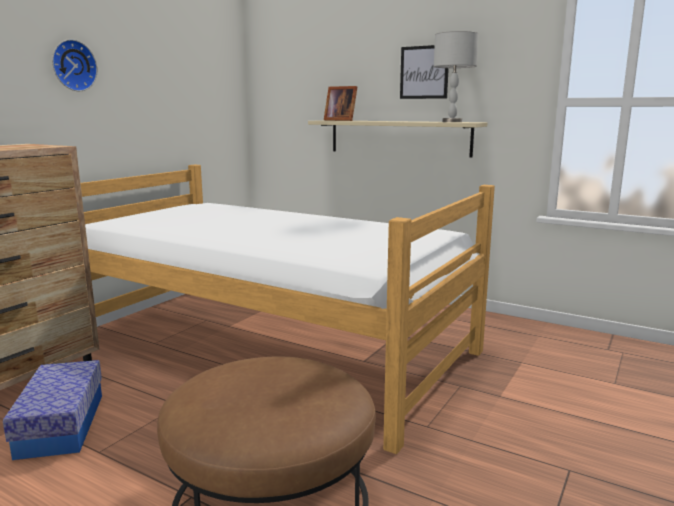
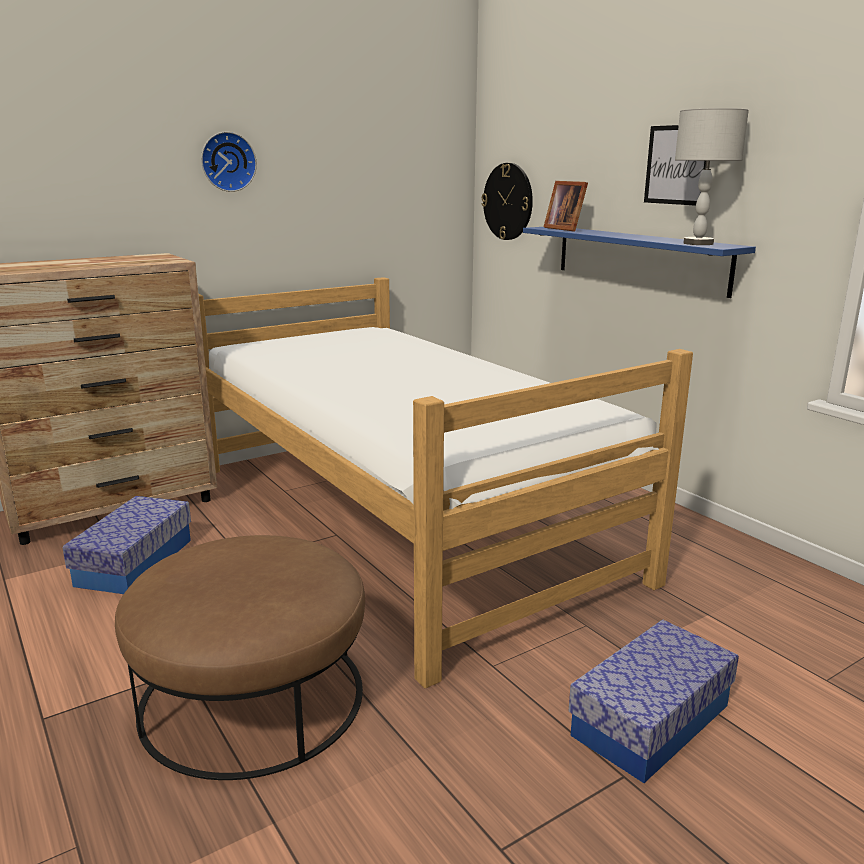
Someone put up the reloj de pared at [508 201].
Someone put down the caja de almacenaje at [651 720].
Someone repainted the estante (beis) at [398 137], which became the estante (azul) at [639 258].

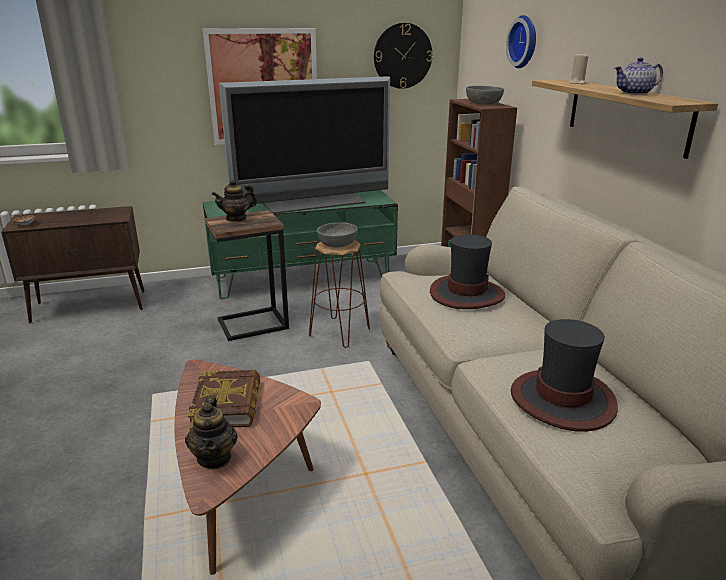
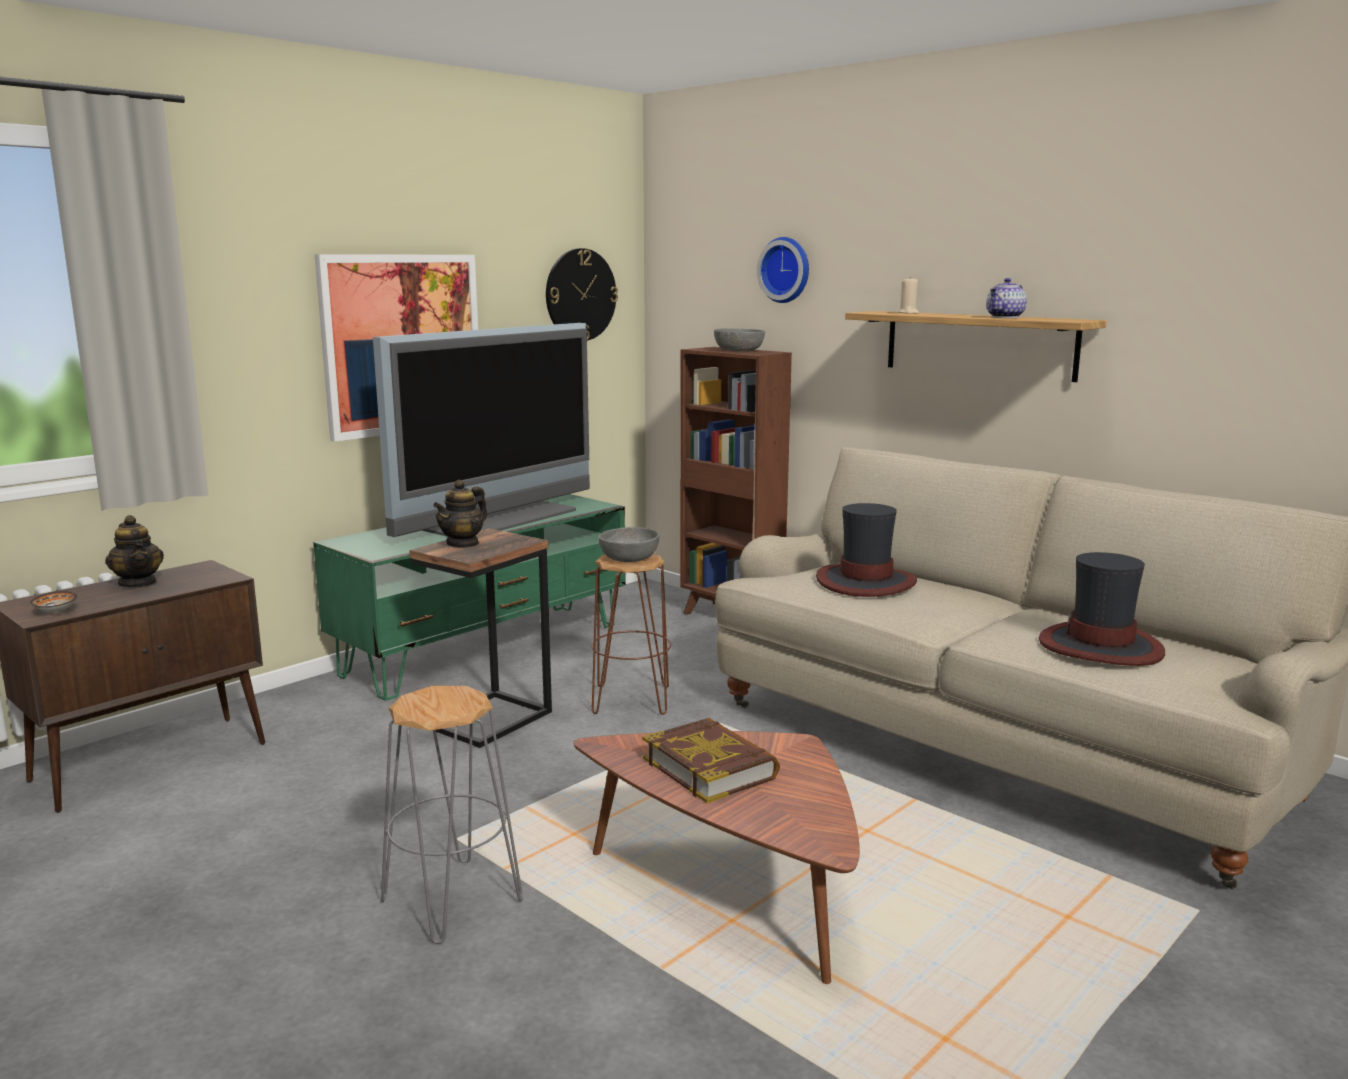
Someone put down the taburete (gris) at [451 900].
Someone carried the tetera from [214 458] to [138 583].

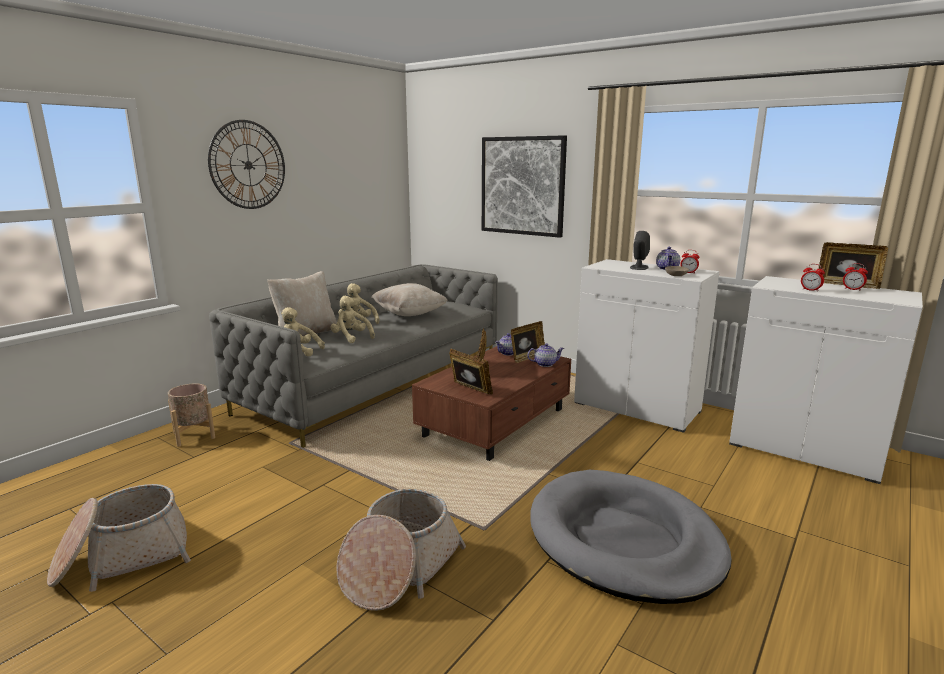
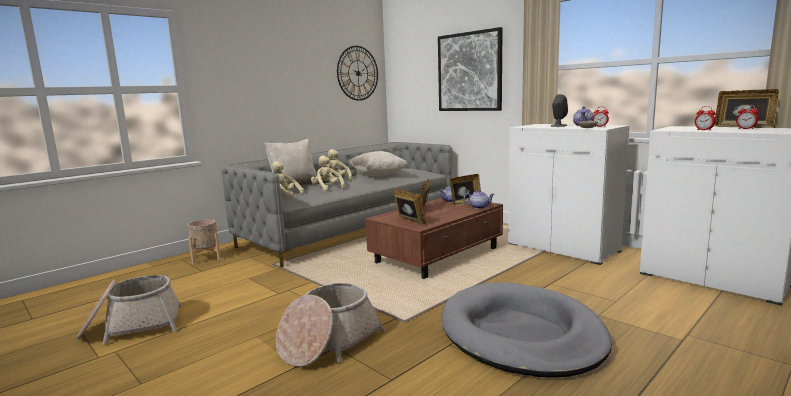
Someone carried the reloj de pared from [248 165] to [358 73].

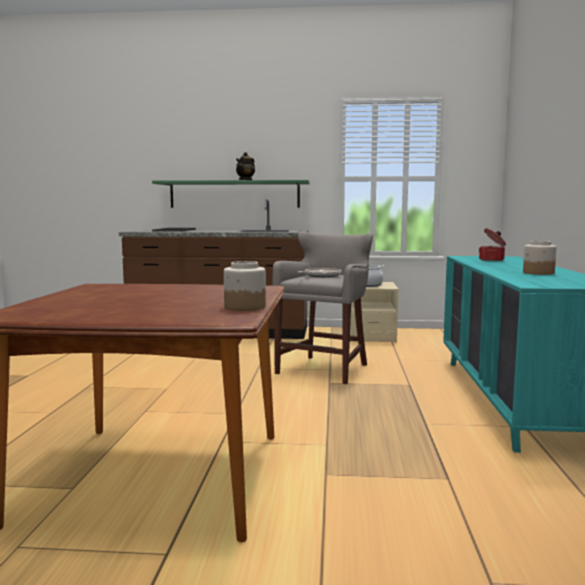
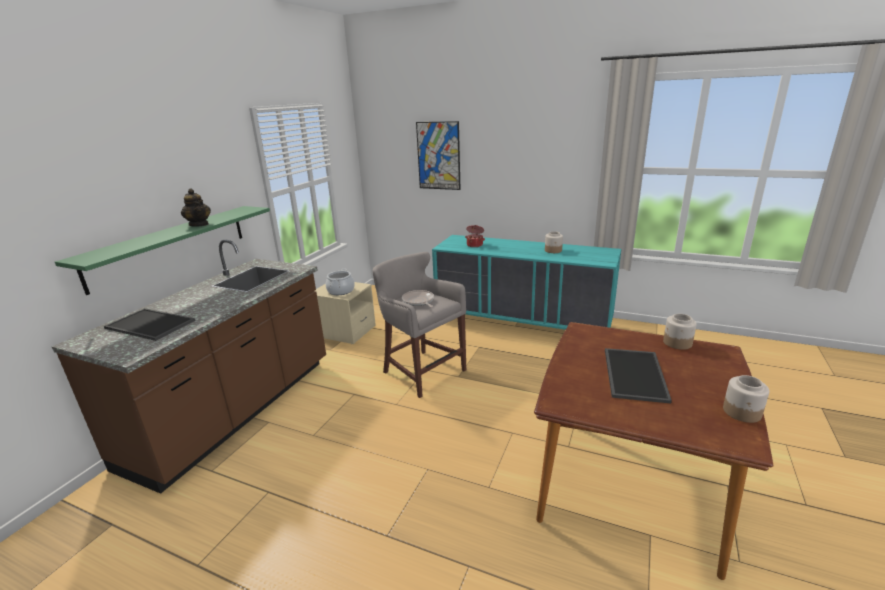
Someone put up the cuadro at [438 156].
Someone put down the bandeja at [633 374].
Someone put down the tarro at [742 412].

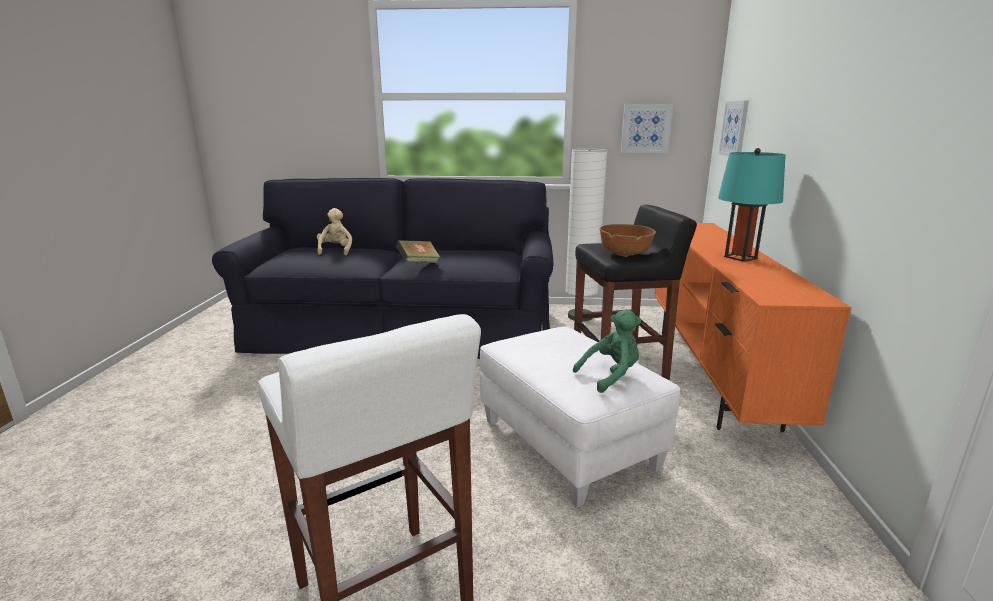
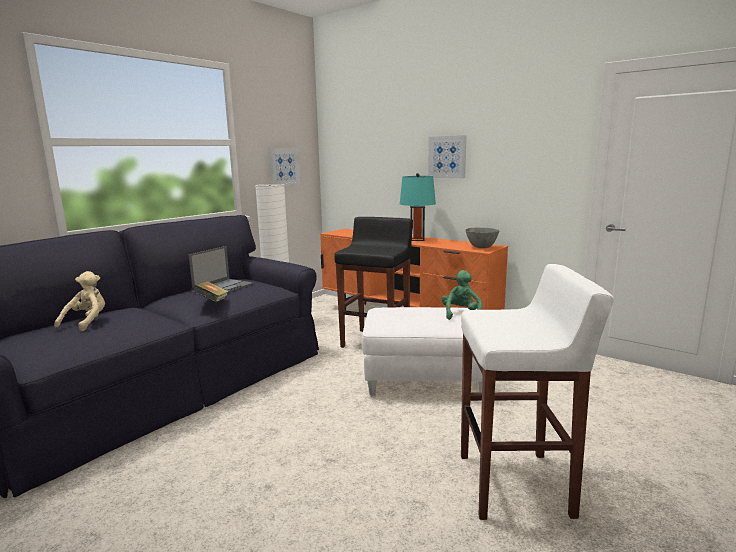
Someone took away the cuenco (marrón) at [625 254].
Someone put down the portátil at [224 287].
Someone put down the cuenco (gris) at [481 247].
Someone carried the cuadro from [734 129] to [447 157].
Someone rotated the peluche (beis) at [336 251] by 75 degrees clockwise.

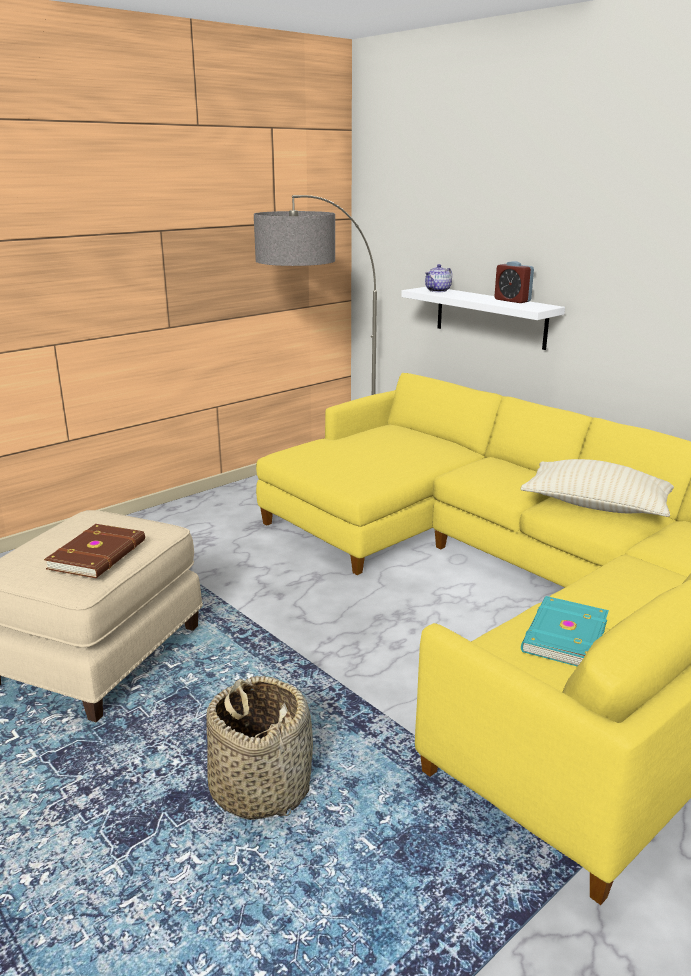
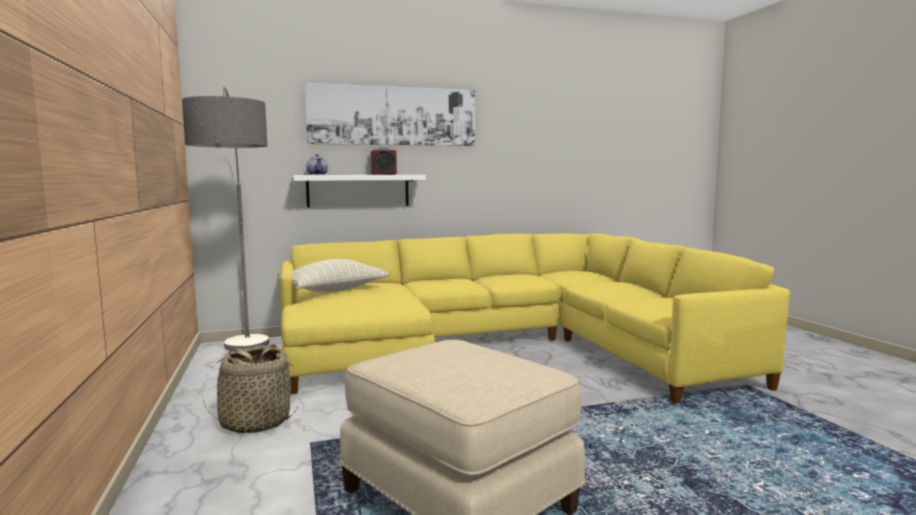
Someone took away the libro (marrón) at [99 554].
Someone took away the libro (turquesa) at [563 635].
Someone put up the cuadro at [393 116].
Someone carried the cesta from [260 786] to [255 422].
Someone carried the cojín (beis) from [596 506] to [335 290].

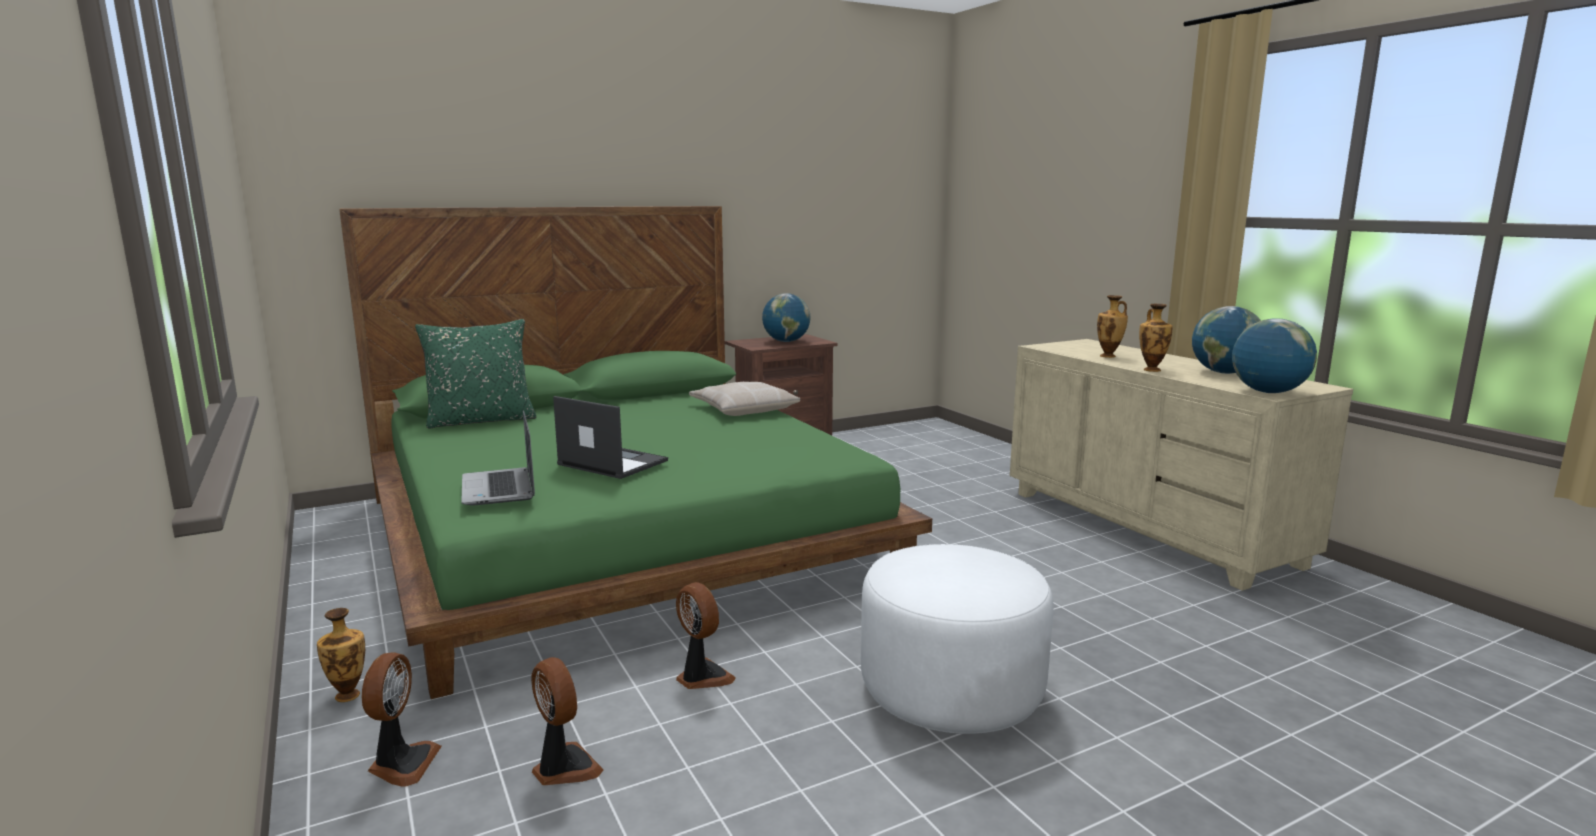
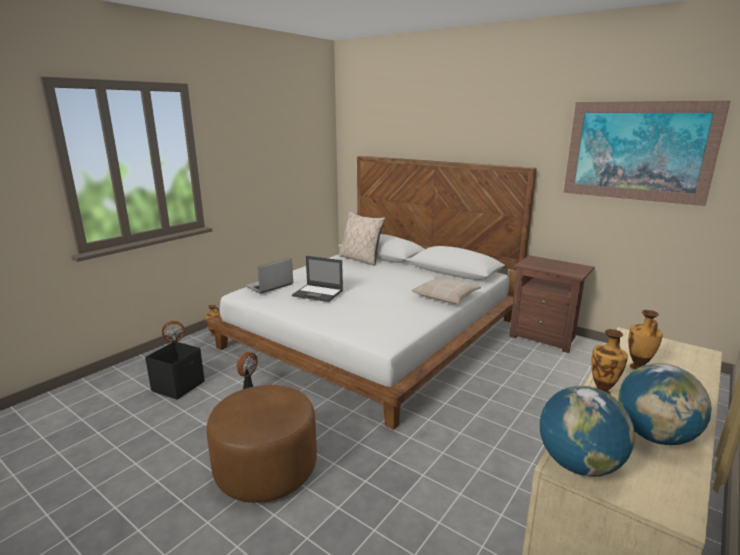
Someone took away the globo terráqueo at [786 341].
Someone put up the cuadro at [638 151].
Someone swapped the ventilador at [564 768] for the caja de almacenaje (negro) at [179 386].
Someone repainted the cama (verde) at [621 535], which became the cama (blanco) at [373 334].
Someone repainted the cojín (verde) at [481 420], which became the cojín (beis) at [360 259].
Someone repainted the puf (blanco) at [951 691], which became the puf (marrón) at [266 469].
Someone rotated the portátil at [611 462] by 105 degrees clockwise.

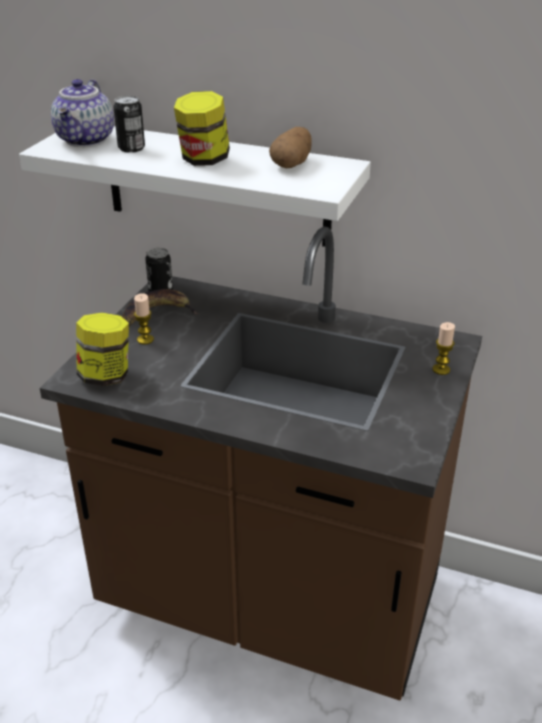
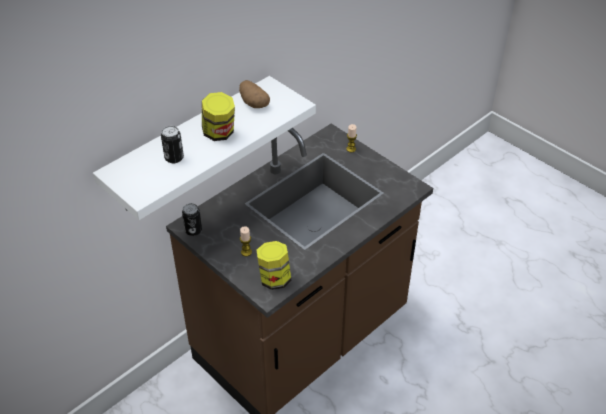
Someone took away the tetera at [87 140].
Someone took away the plátano at [157 314].

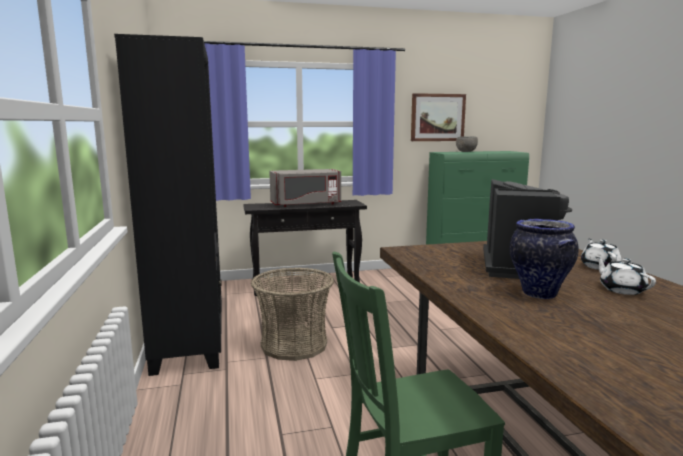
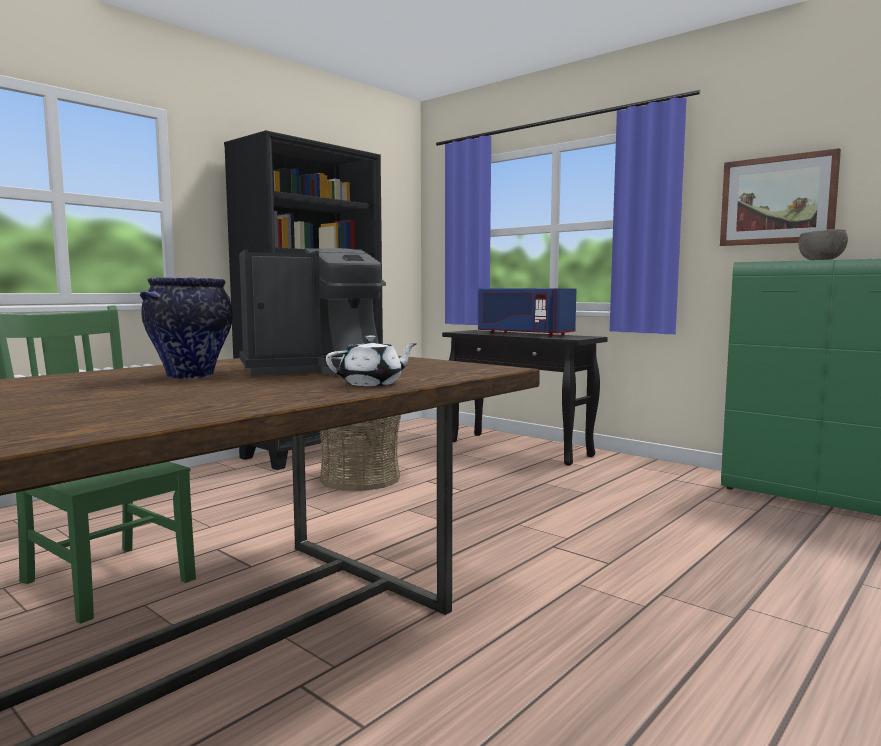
Someone took away the tetera (blanco) at [621 290].
Someone repainted the microondas (gris) at [306 204], which became the microondas (azul) at [523 334].

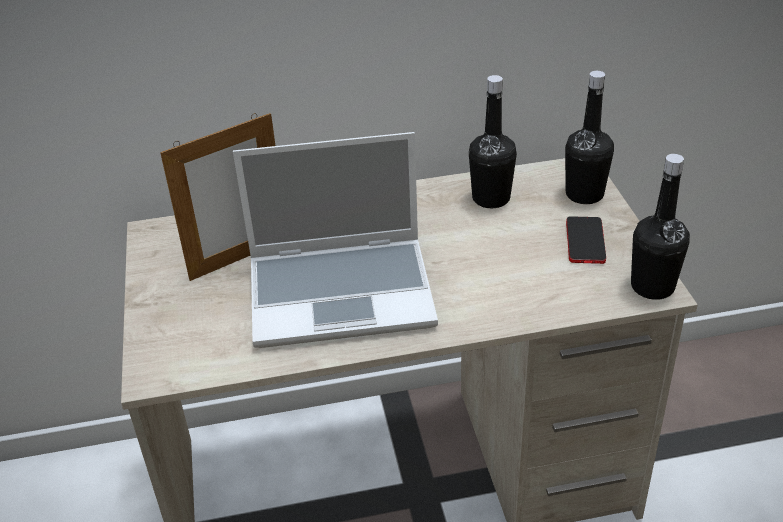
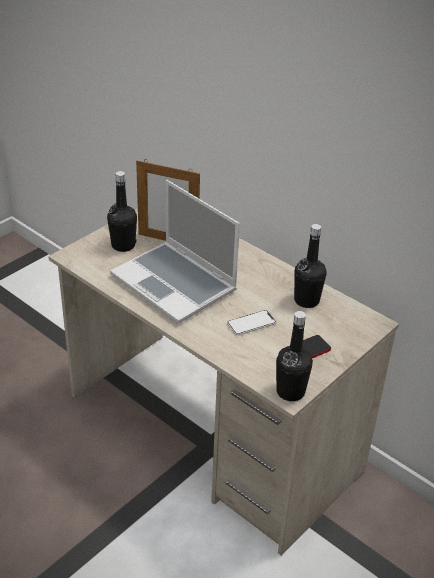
Someone put down the móvil at [251 323].
Someone carried the botella (negro) from [584 194] to [123 245].

